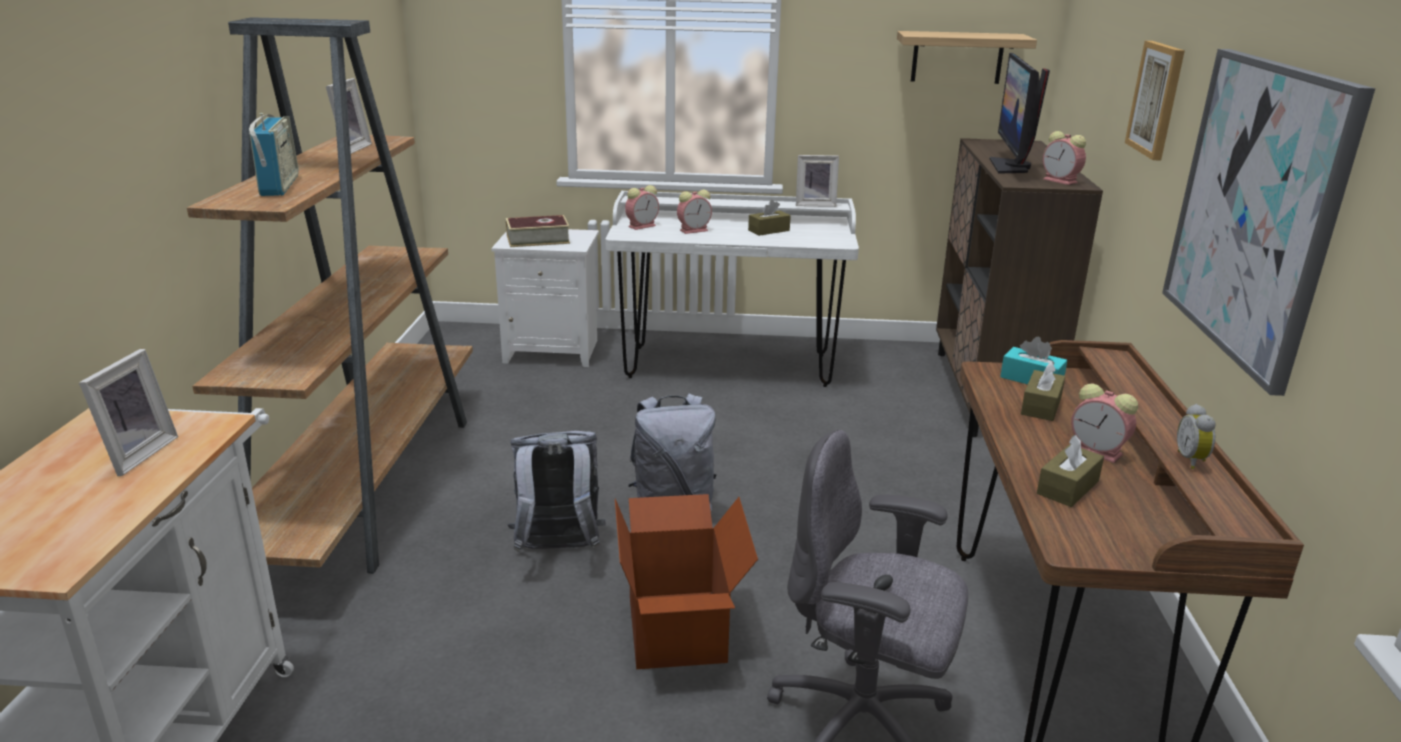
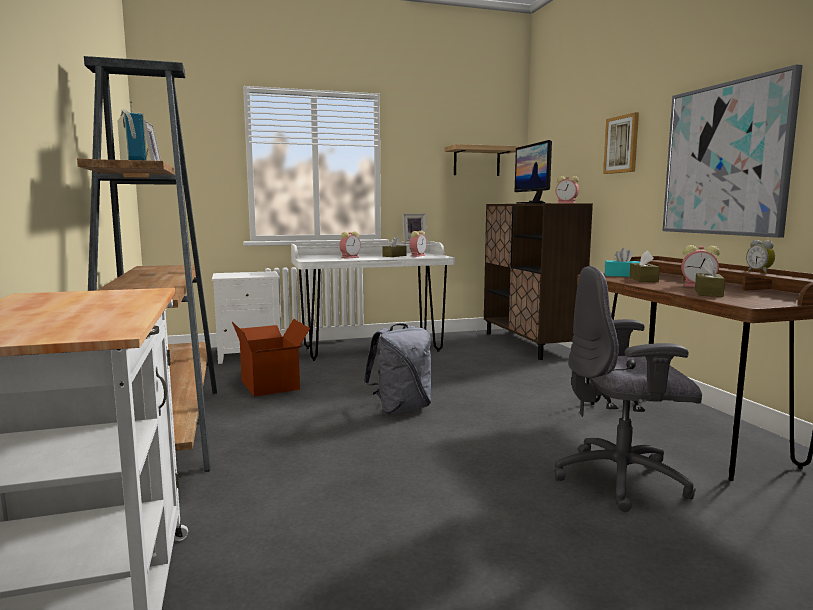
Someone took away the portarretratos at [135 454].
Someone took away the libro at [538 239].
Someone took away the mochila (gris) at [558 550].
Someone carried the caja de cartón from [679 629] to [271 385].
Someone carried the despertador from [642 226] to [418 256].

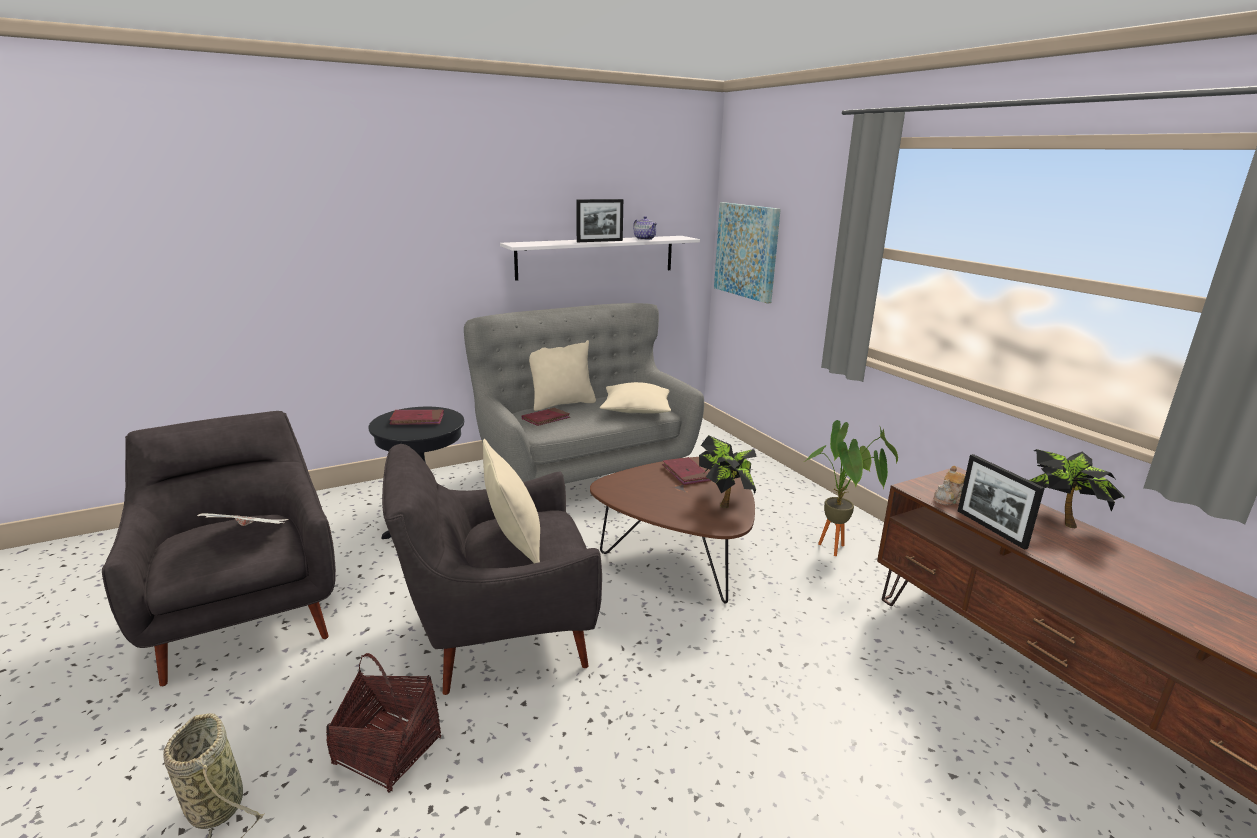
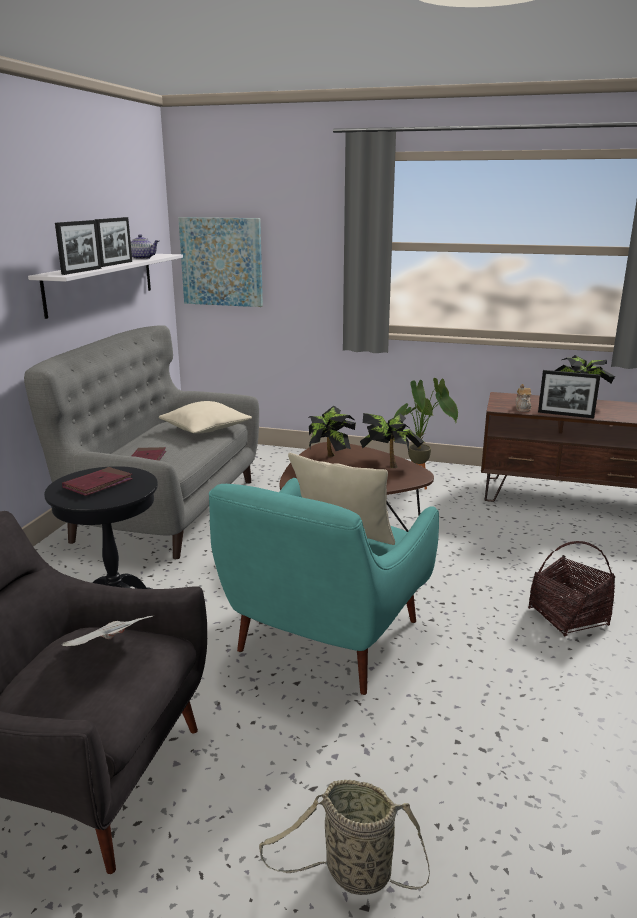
Someone took away the cojín (beis) at [562 403].
Someone put down the portarretratos at [82 271].
Someone carried the cesta from [388 751] to [568 617].
Someone swapped the libro (rojo) at [686 473] for the planta en maceta at [329 458].
Someone repainted the sillón (gris) at [497 635], which became the sillón (turquesa) at [324 641].

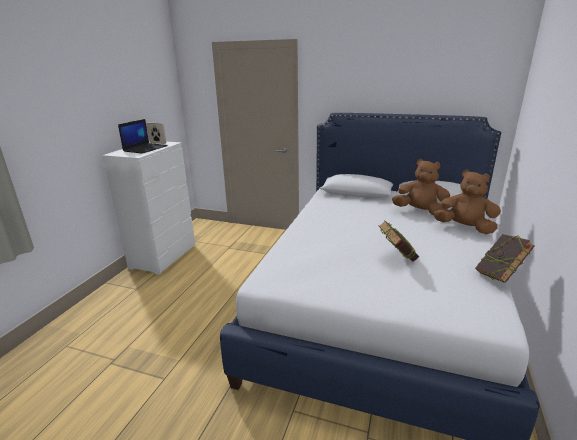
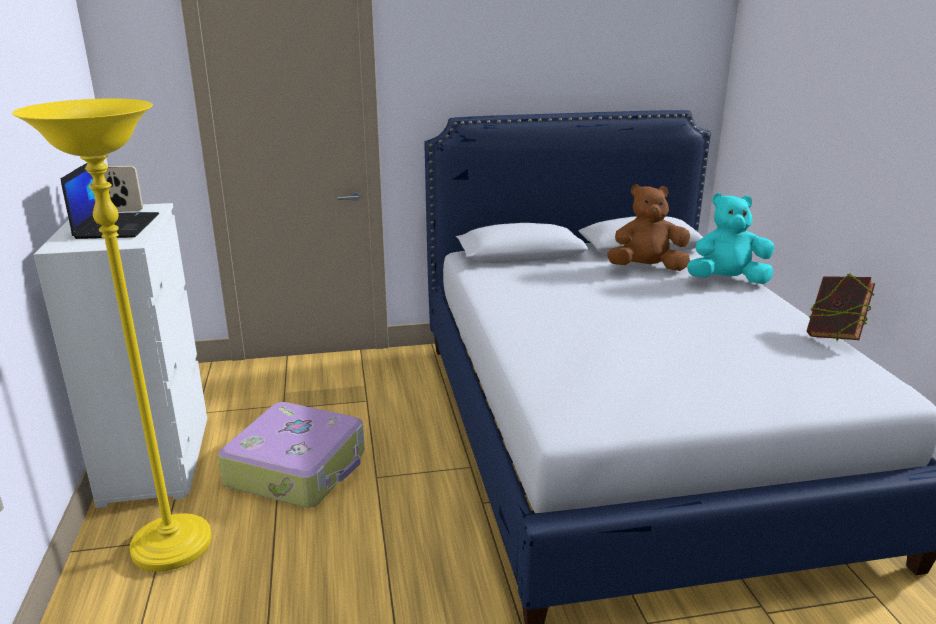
Someone took away the libro at [396 259].
Someone put down the lámpara de pie (amarillo) at [172 546].
Someone put down the maleta at [298 468].
Someone repainted the peluche (marrón) at [464 228], which became the peluche (turquesa) at [726 281].

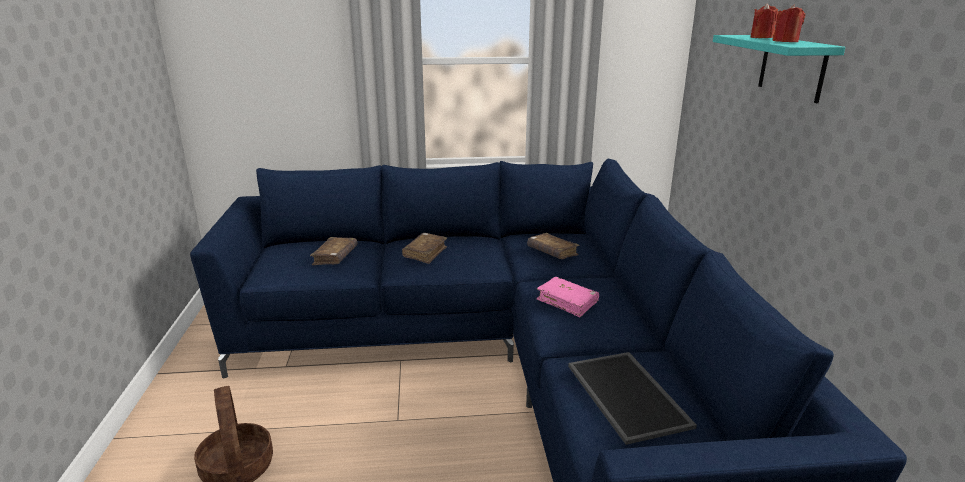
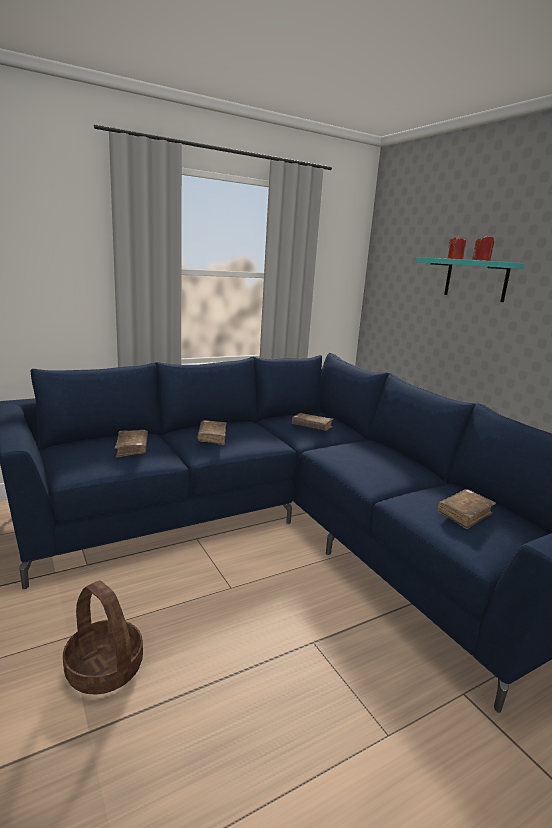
Someone took away the libro (rosa) at [567 302].
Someone swapped the bandeja at [629 395] for the libro (marrón) at [464 514].

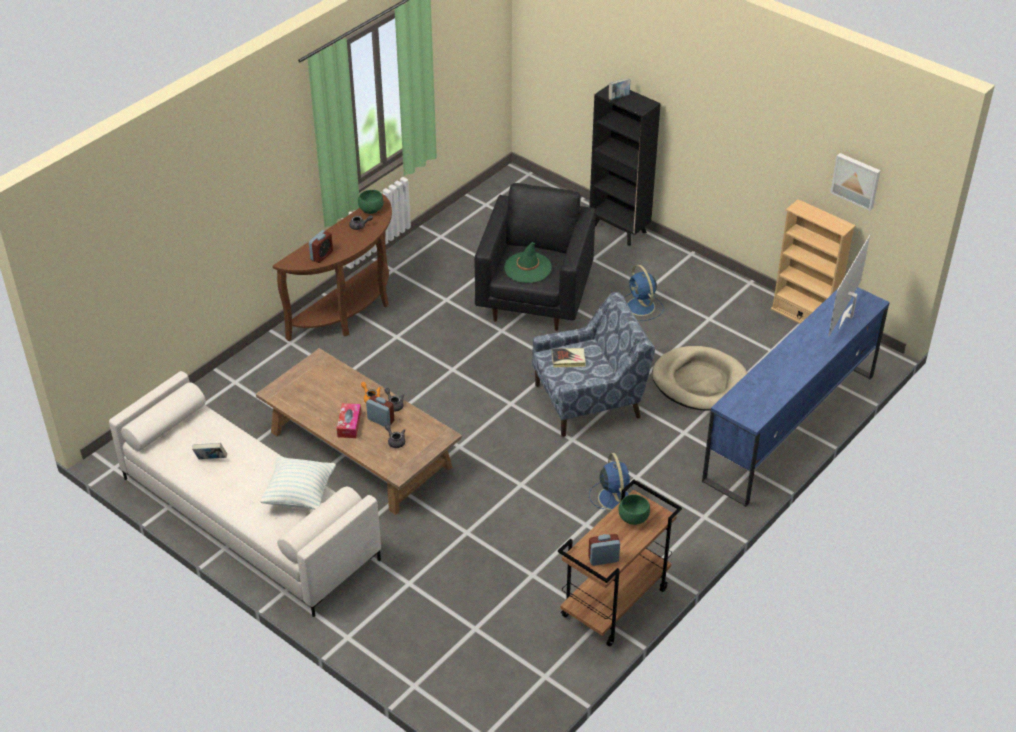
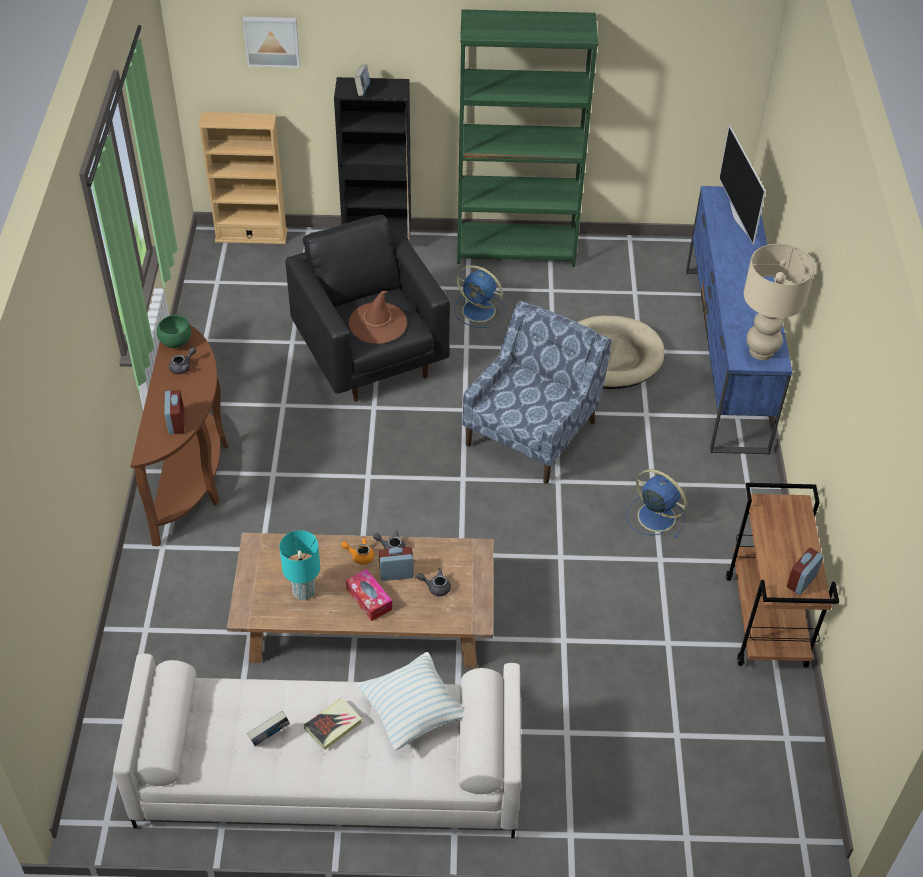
Someone took away the cuenco (verde) at [633 518].
Someone put down the lámpara de mesa (turquesa) at [304 591].
Someone put down the estantería (verde) at [516 249].
Someone put down the lámpara de mesa (beis) at [760 351].
Someone carried the libro from [568 360] to [333 725].
Someone carried the estantería (beis) from [803 317] to [251 235].
Someone carried the cuadro from [856 180] to [272 40].
Someone repainted the sombrero (verde) at [527 268], which became the sombrero (marrón) at [378 323].

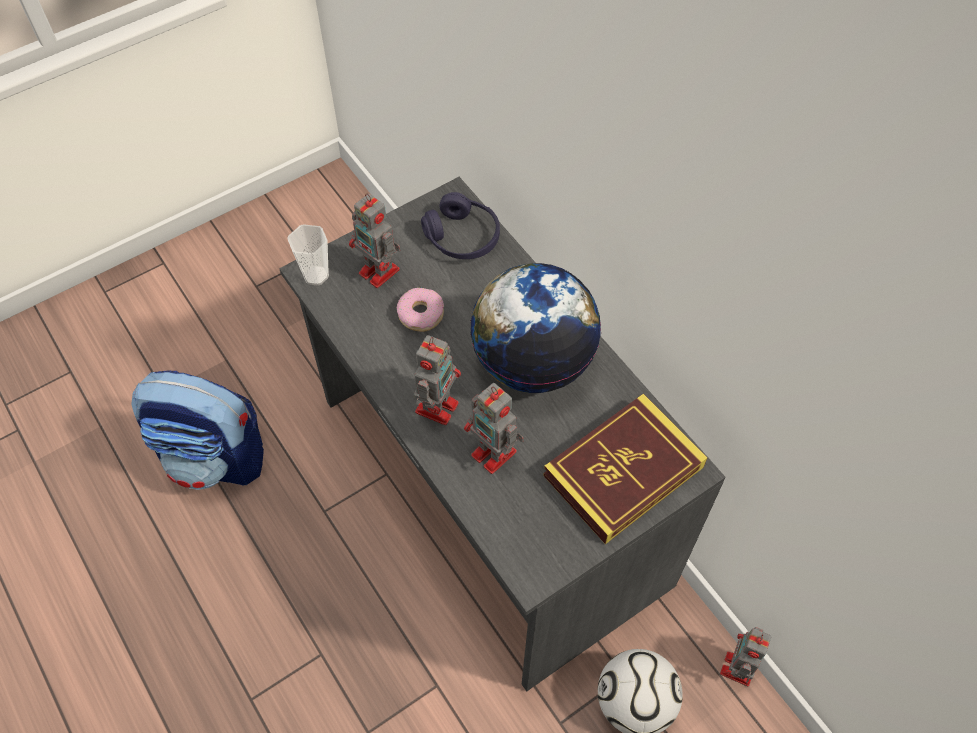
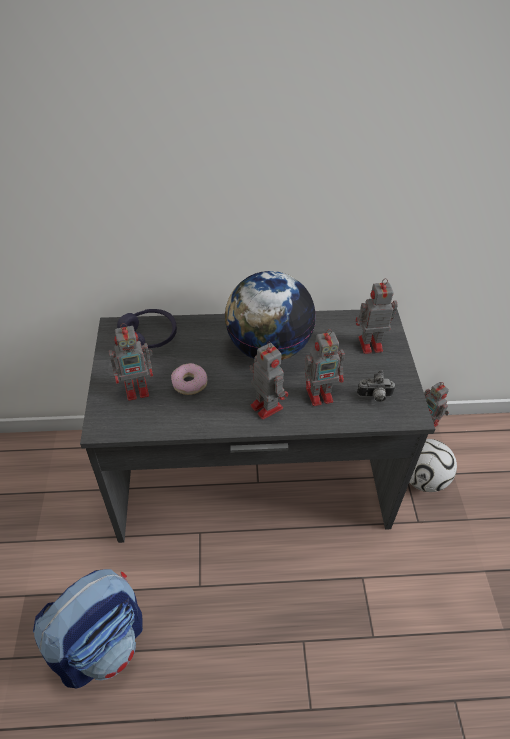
Someone took away the taza at [316 275].
Someone put down the cámara at [375 397].
Someone swapped the libro at [623 471] for the robot de juguete at [369 344].

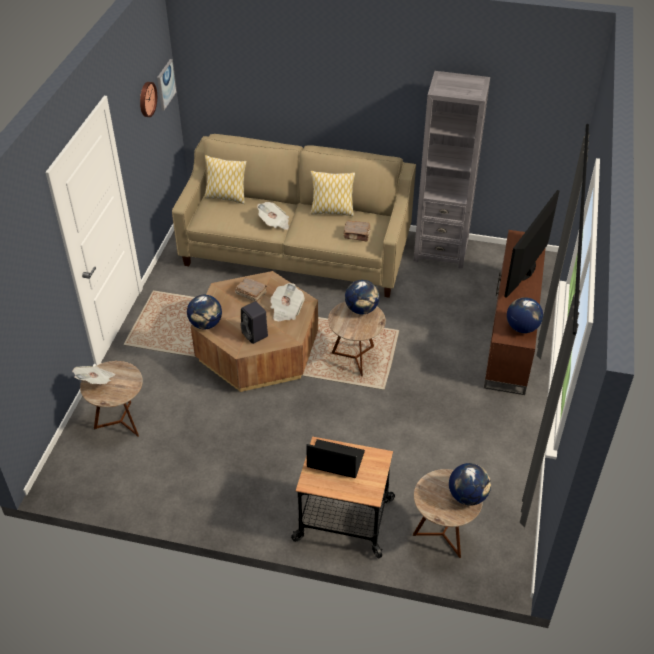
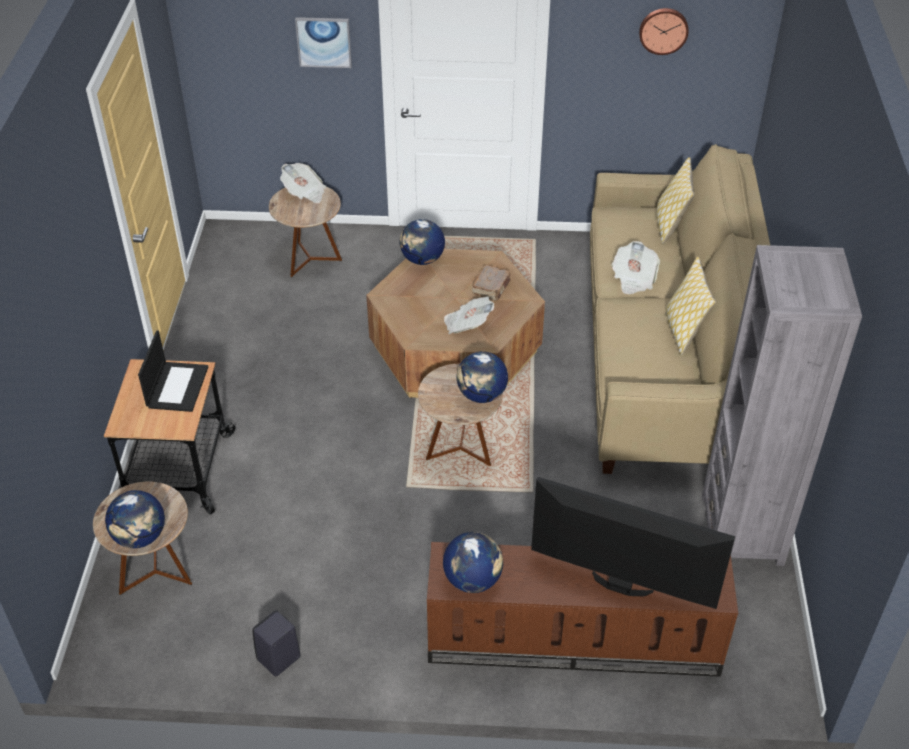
Someone took away the libro (marrón) at [357 235].
Someone carried the cuadro from [165 84] to [324 42].
Someone carried the altavoz (negro) from [255 335] to [278 659].

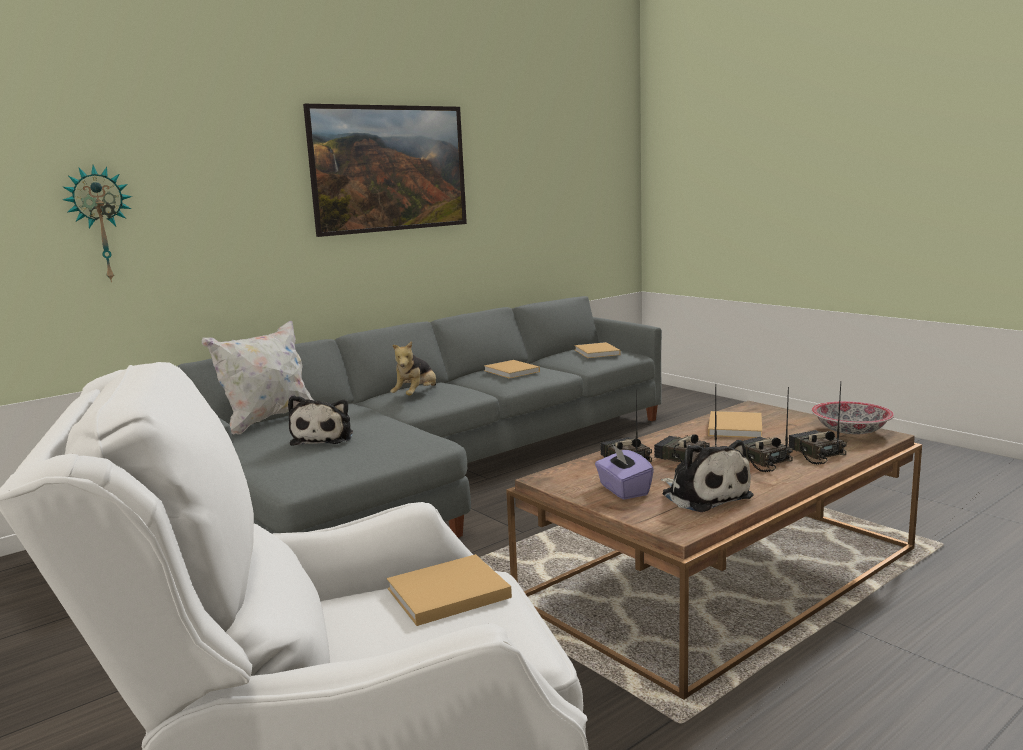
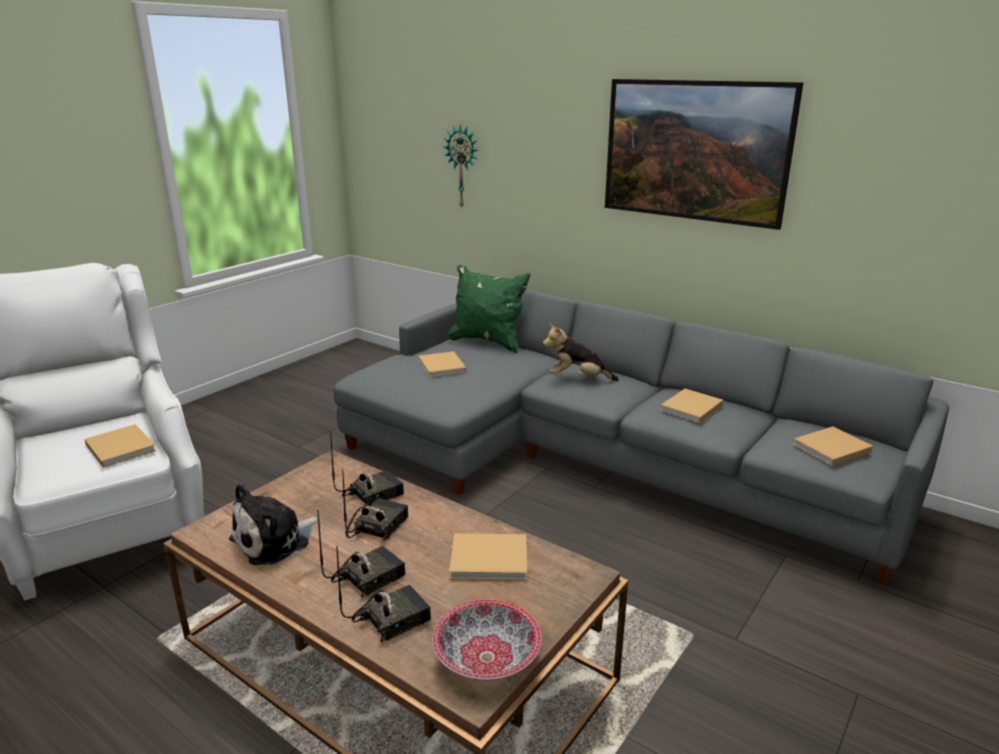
Someone took away the caja de pañuelos (morado) at [623 490].
Someone swapped the peluche at [324 438] for the libro (beis) at [442 367].
Someone repainted the cojín (blanco) at [268 421], which became the cojín (verde) at [487 342].

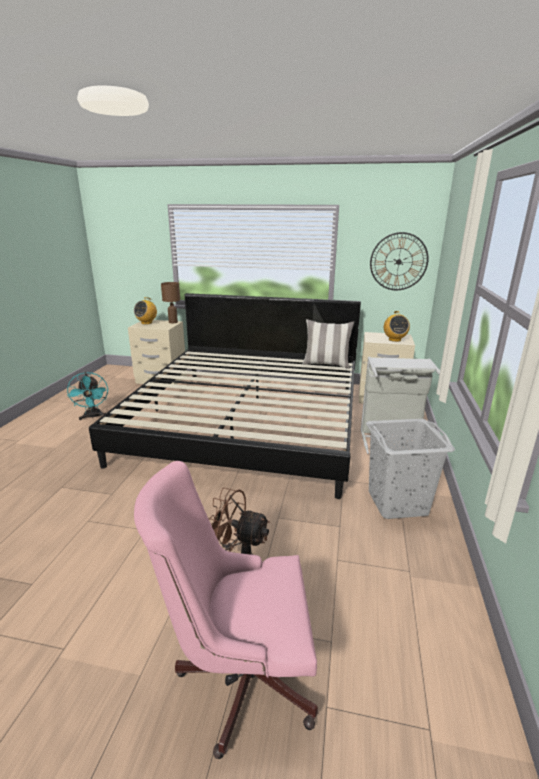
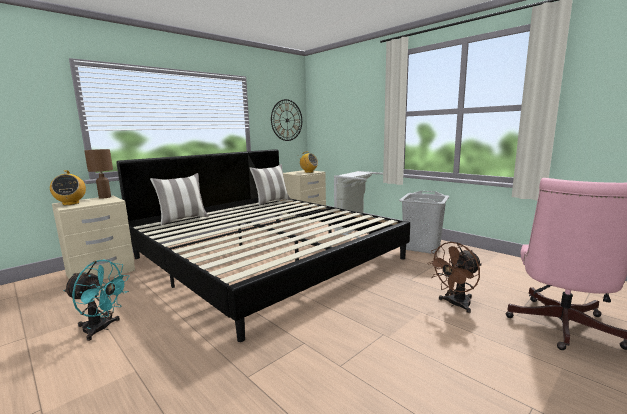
Someone put down the cojín at [183 219].

